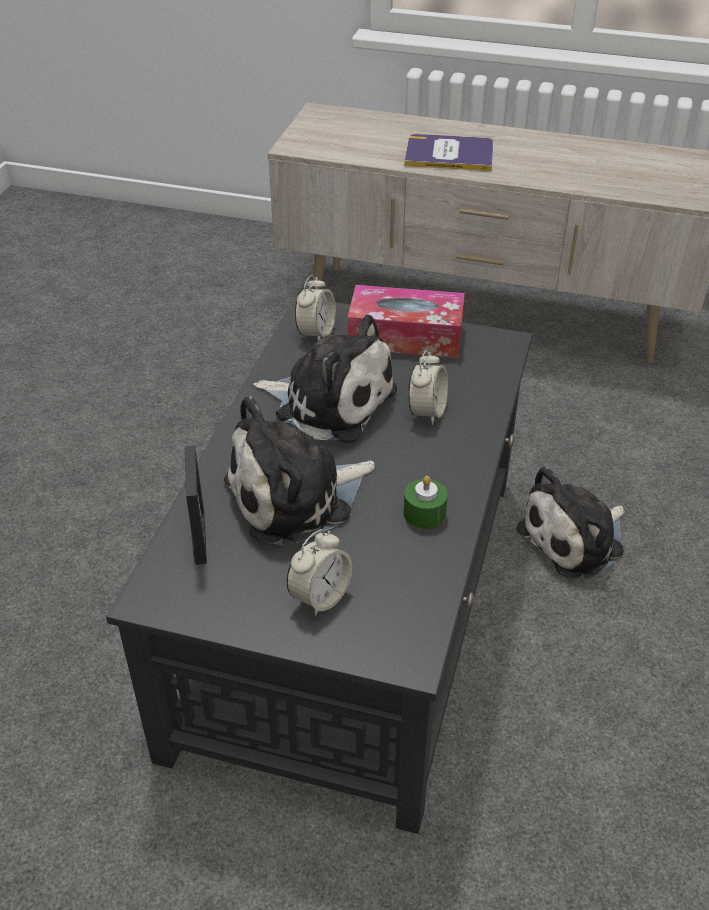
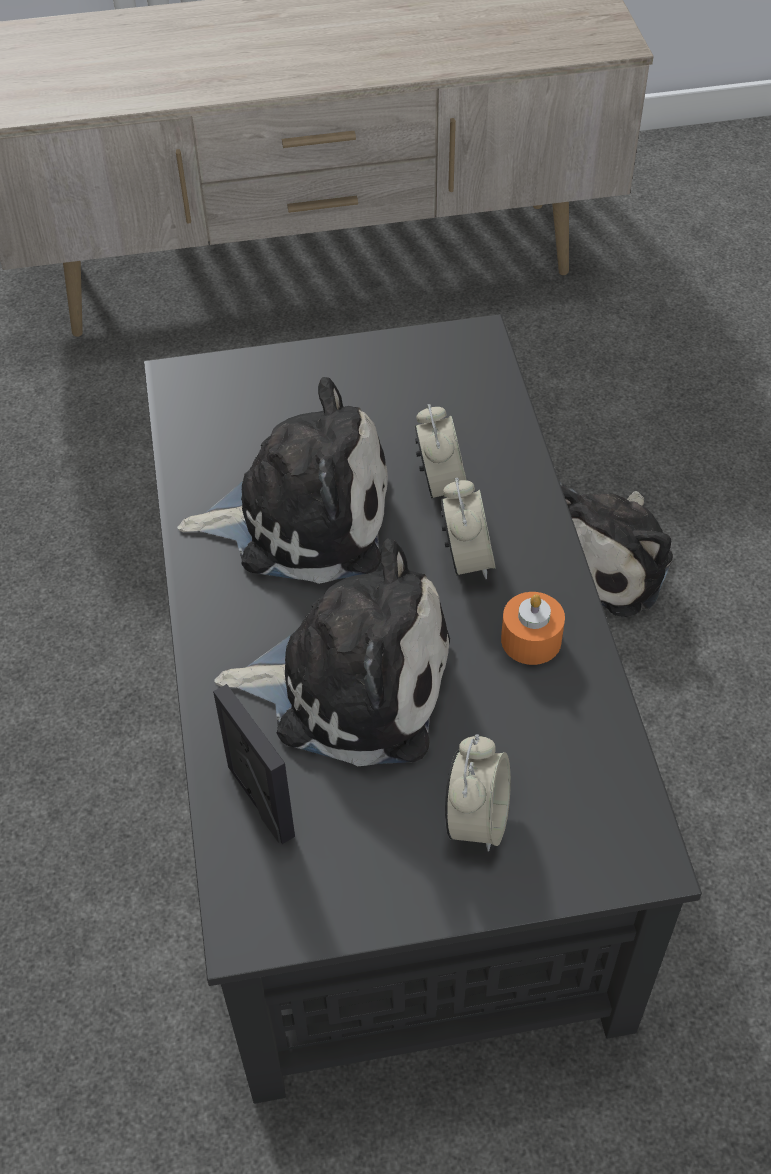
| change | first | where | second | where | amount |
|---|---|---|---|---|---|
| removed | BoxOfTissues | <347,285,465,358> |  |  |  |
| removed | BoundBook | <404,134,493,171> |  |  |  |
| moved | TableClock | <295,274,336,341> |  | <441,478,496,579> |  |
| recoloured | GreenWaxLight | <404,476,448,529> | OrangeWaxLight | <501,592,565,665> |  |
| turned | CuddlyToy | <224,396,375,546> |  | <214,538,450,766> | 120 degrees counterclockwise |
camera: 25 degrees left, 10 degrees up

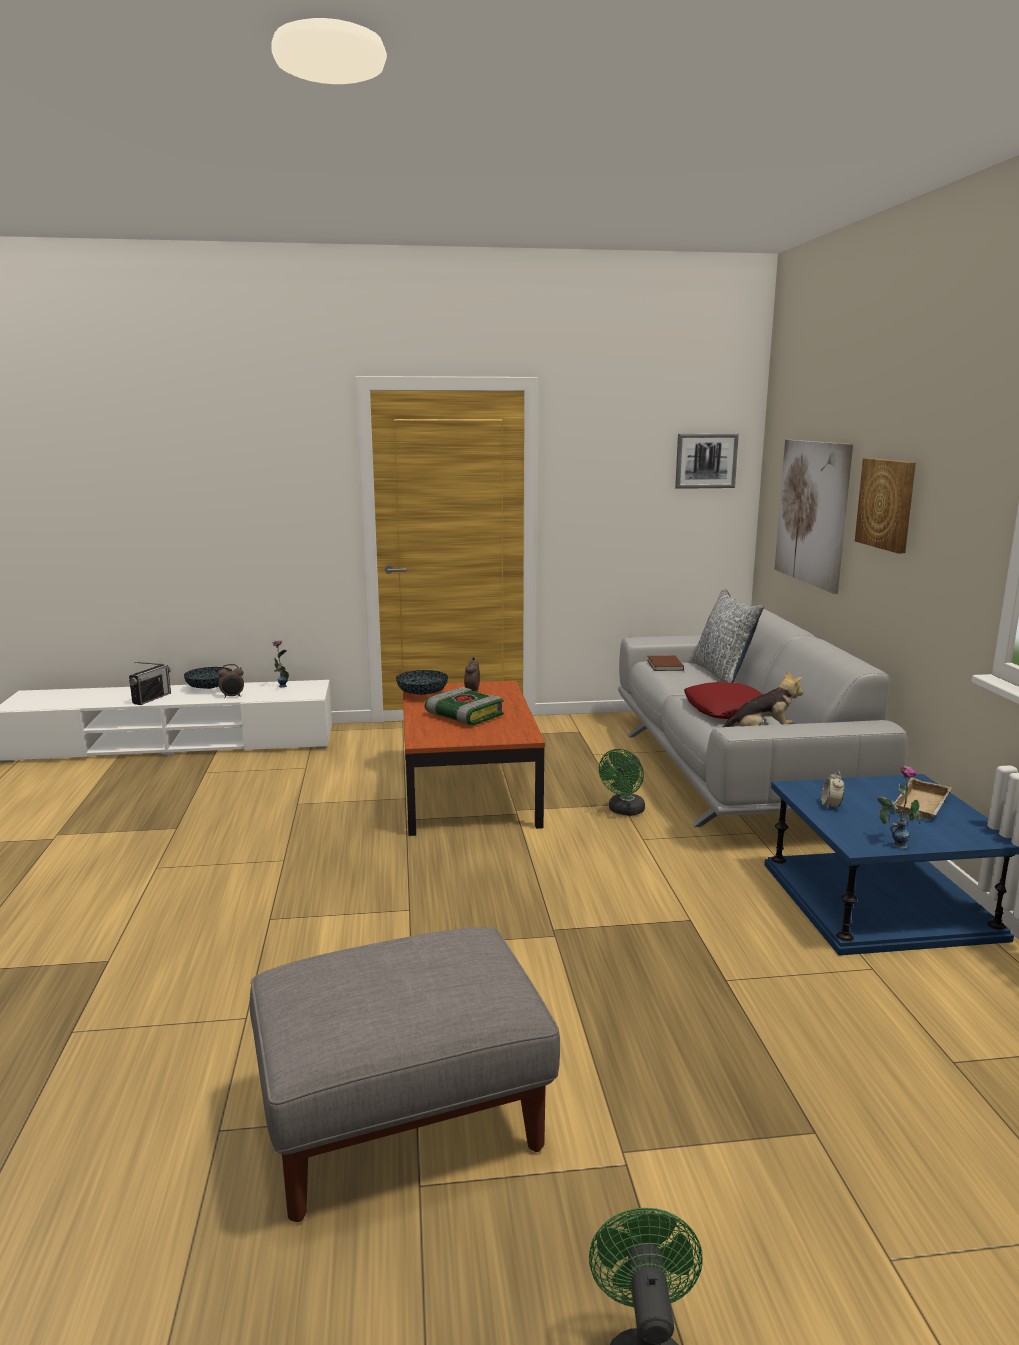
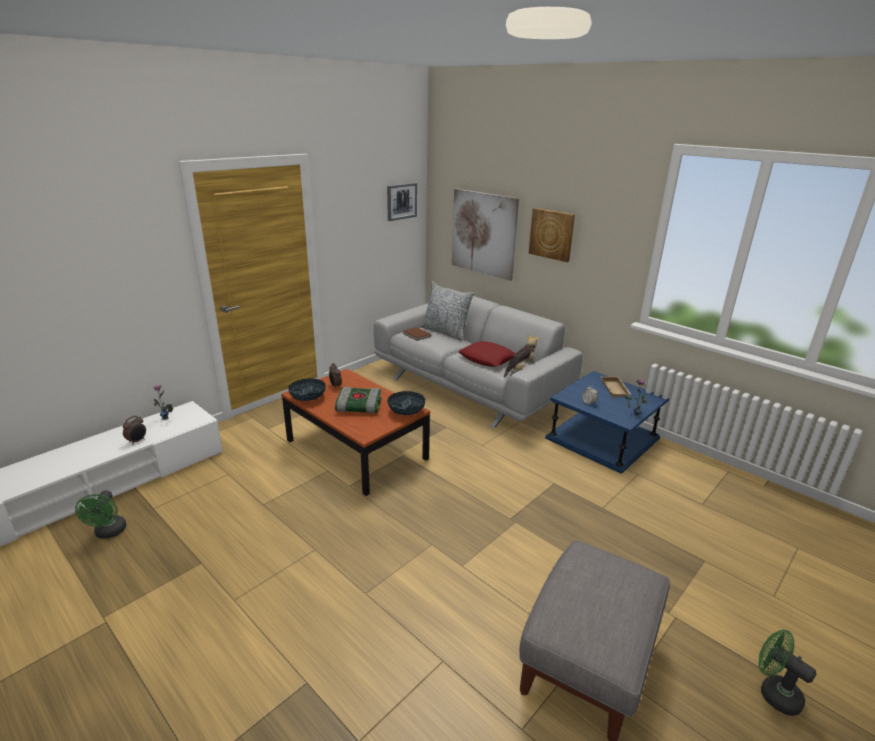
| change | first | where | second | where | amount |
|---|---|---|---|---|---|
| removed | RadioSet | <129,662,171,705> |  |  |  |
| moved | DeepDish | <184,667,232,689> |  | <387,391,425,415> |  |
| moved | GreenElectricFan | <599,749,645,816> |  | <75,490,126,539> |  |
camera: 40 degrees left, 10 degrees up

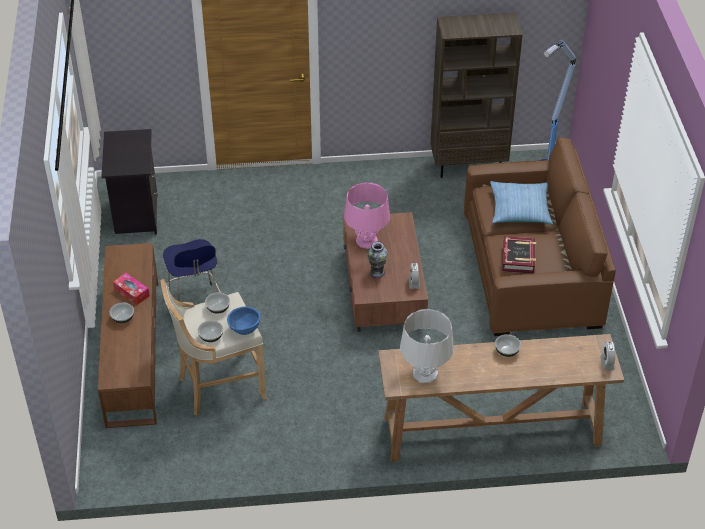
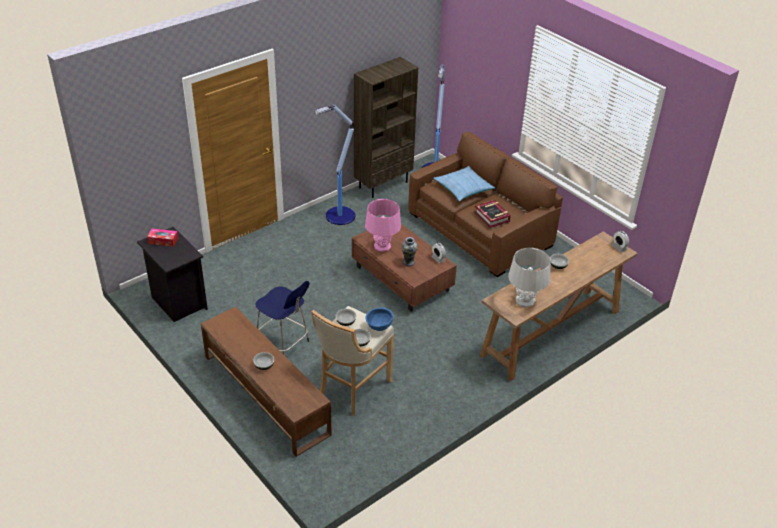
| change | first | where | second | where | amount |
|---|---|---|---|---|---|
| added |  |  | StandingLamp | <315,104,355,225> |  |
| moved | BoxOfTissues | <113,273,150,306> |  | <147,229,178,247> |  |
camera: 35 degrees left, 5 degrees down

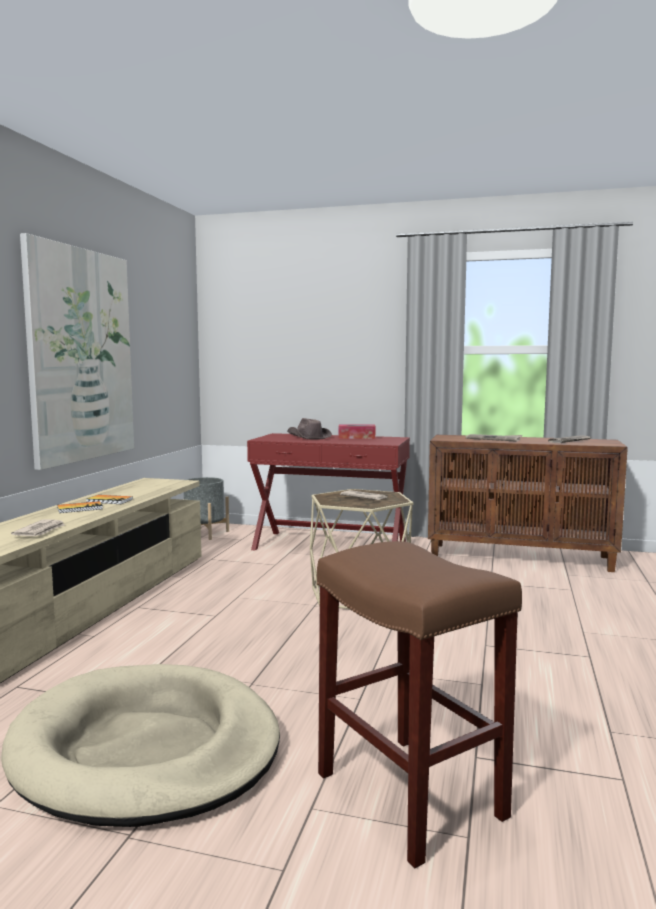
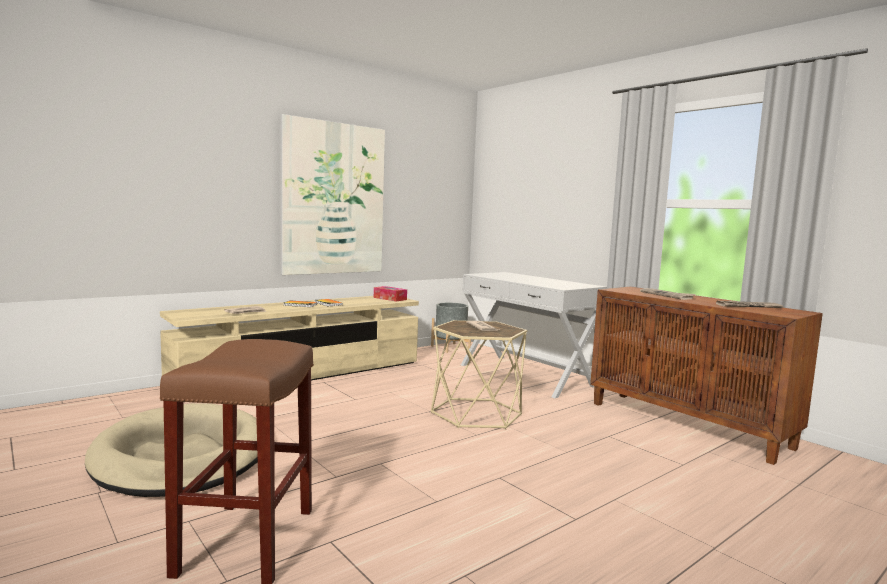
| change | first | where | second | where | amount |
|---|---|---|---|---|---|
| removed | BrownishClothingHat | <287,418,332,440> |  |  |  |
| moved | BoxOfTissues | <339,424,375,439> |  | <374,286,407,301> |  |
| recoloured | RedNarrowTable | <247,433,410,550> | WhitishNarrowTable | <461,272,607,398> |  |
camera: 35 degrees right, 0 degrees up

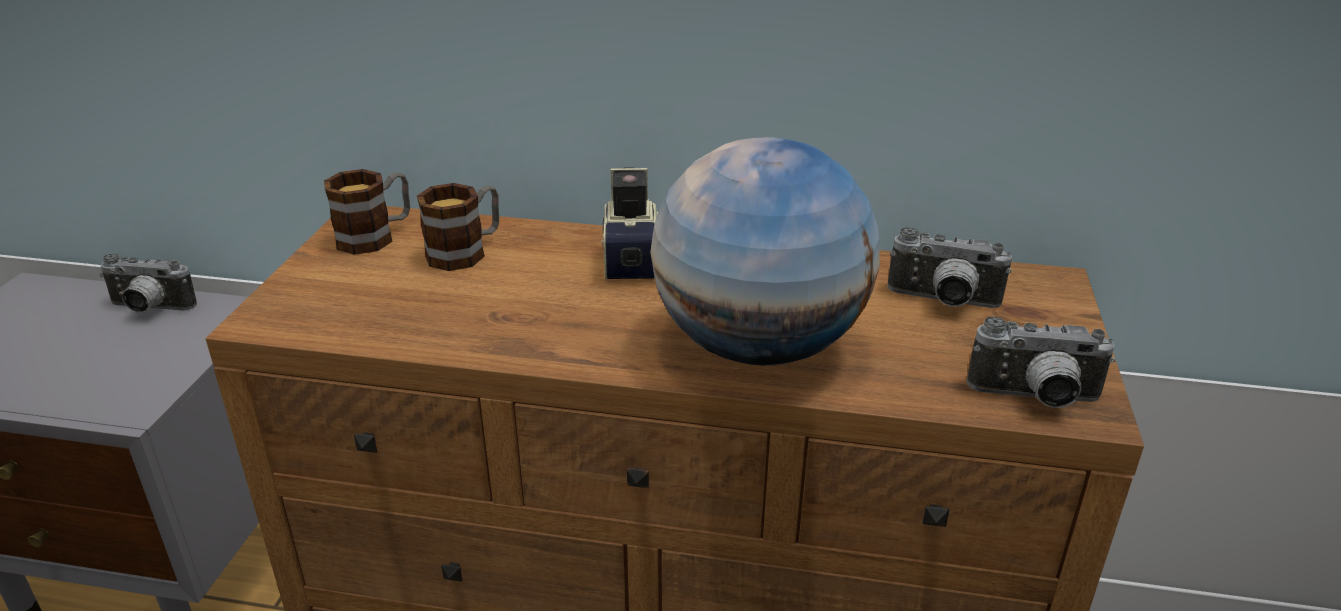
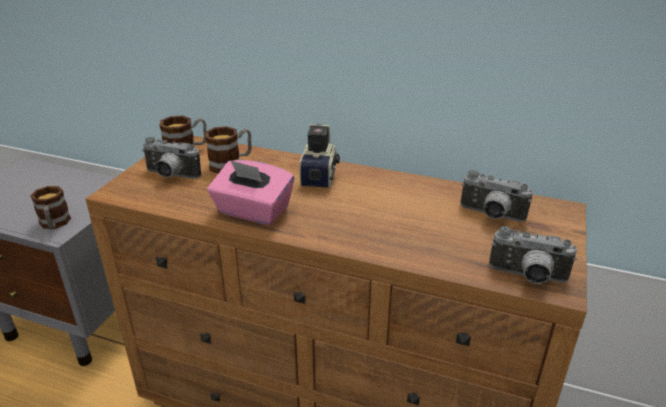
| change | first | where | second | where | amount |
|---|---|---|---|---|---|
| removed | Globe | <650,137,880,366> |  |  |  |
| added |  |  | TeaMug | <30,186,71,230> |  |
| added |  |  | PinkishBoxOfTissues | <207,160,294,225> |  |
| moved | PhotoCamera | <100,253,197,313> |  | <142,137,201,179> |  |
camera: 10 degrees right, 0 degrees up

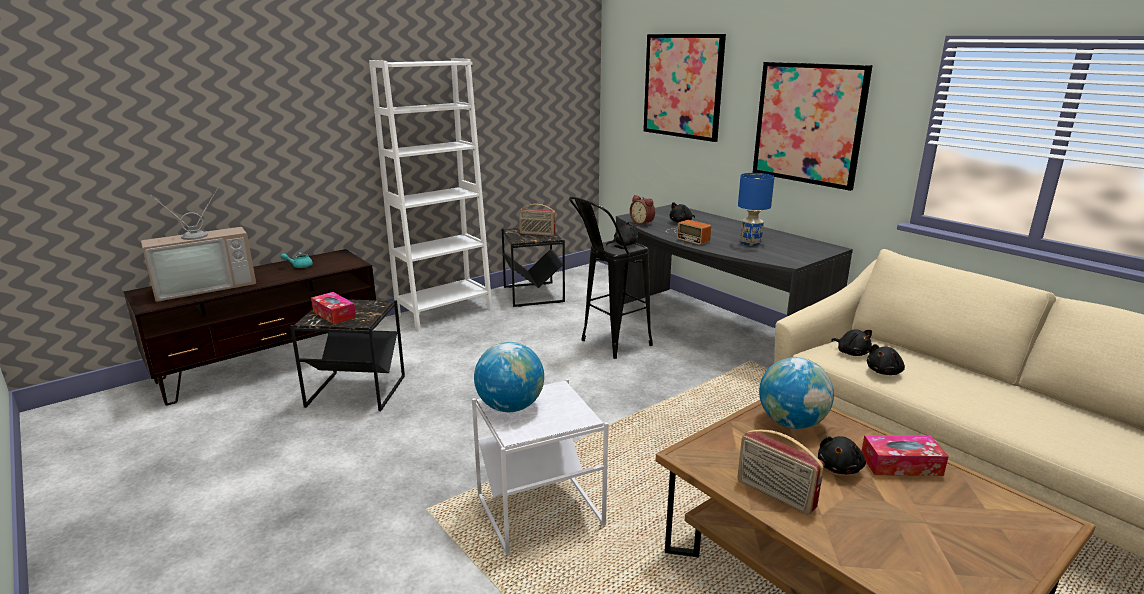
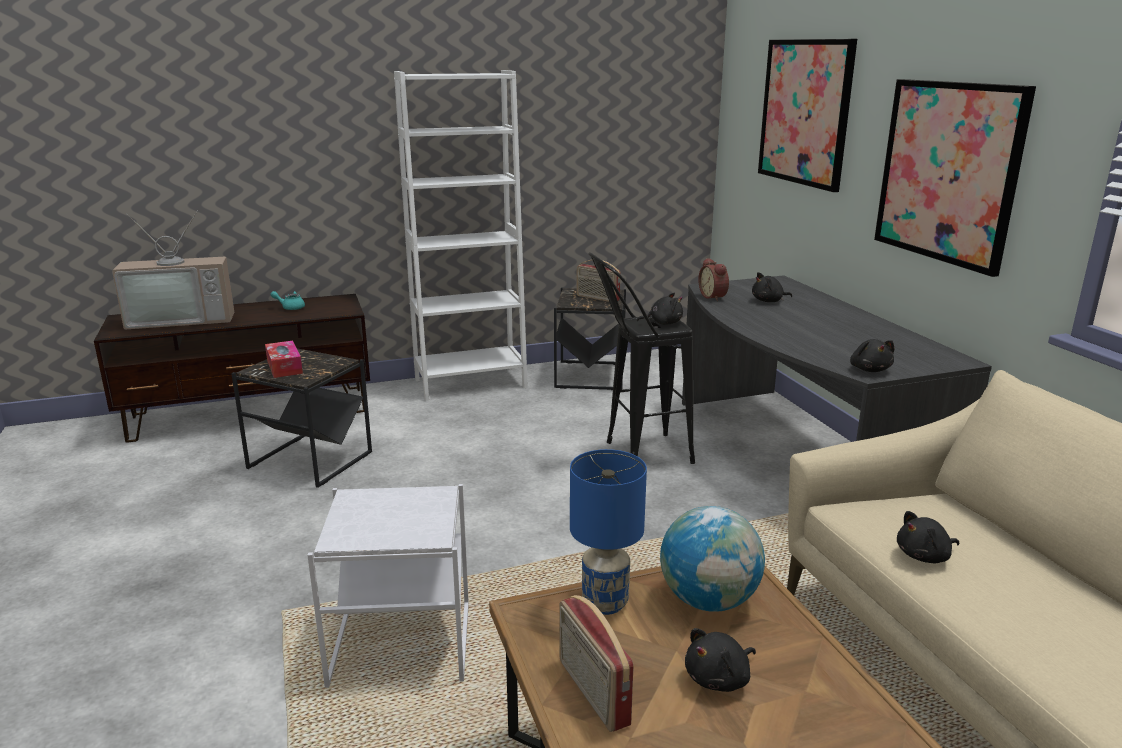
| change | first | where | second | where | amount |
|---|---|---|---|---|---|
| removed | Globe | <474,342,544,412> |  |  |  |
| removed | RadioSet | <666,220,711,245> |  |  |  |
| removed | BoxOfTissues | <861,435,949,476> |  |  |  |
| moved | BluishLampForATable | <738,173,774,246> |  | <570,449,647,615> |  |
| moved | BlackCuddlyToy | <831,330,872,356> |  | <850,339,894,372> |  |
camera: 20 degrees right, 0 degrees up

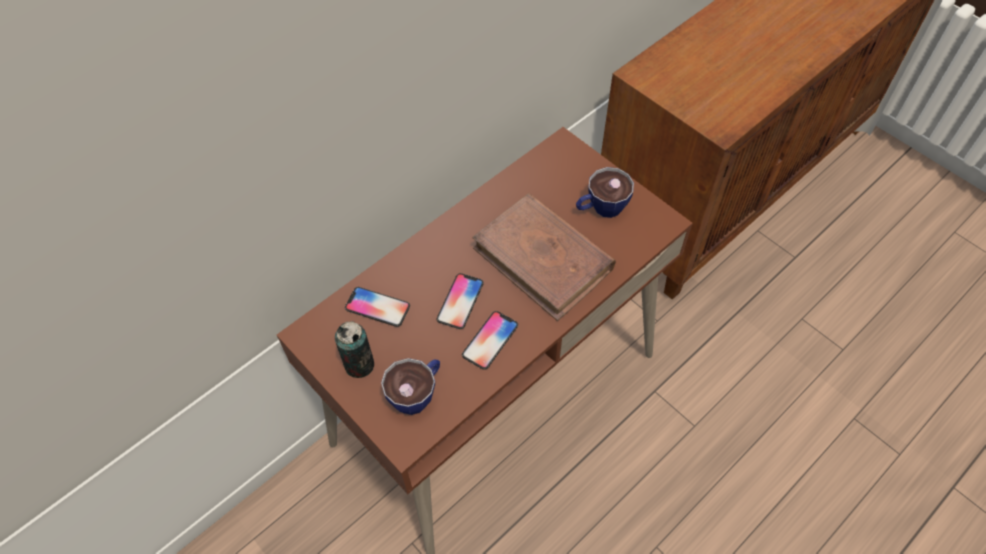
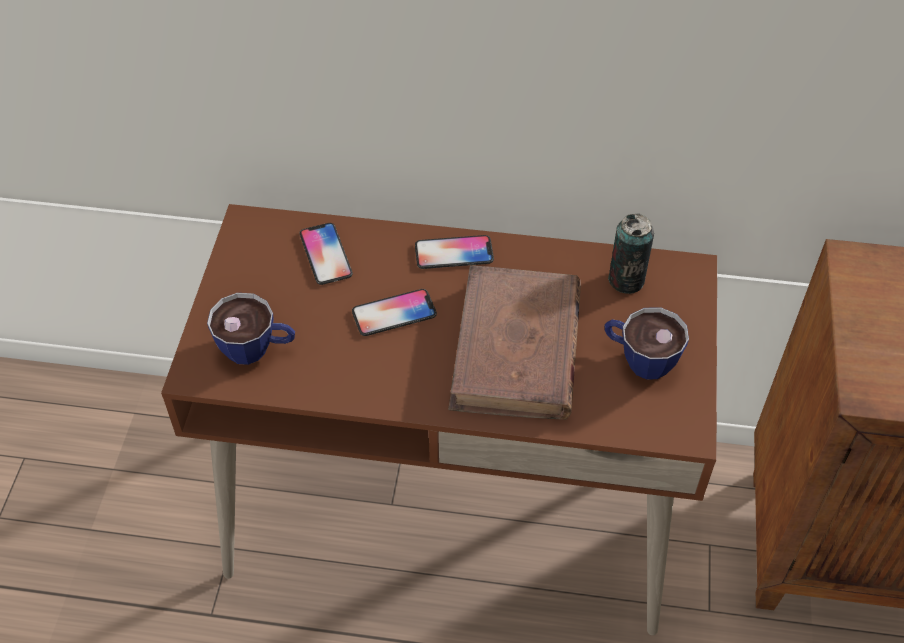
| change | first | where | second | where | amount |
|---|---|---|---|---|---|
| moved | SealedCan | <335,321,374,378> |  | <608,214,654,294> |  |
| moved | Phone | <462,311,518,370> |  | <415,235,494,269> |  |
camera: 50 degrees right, 5 degrees down

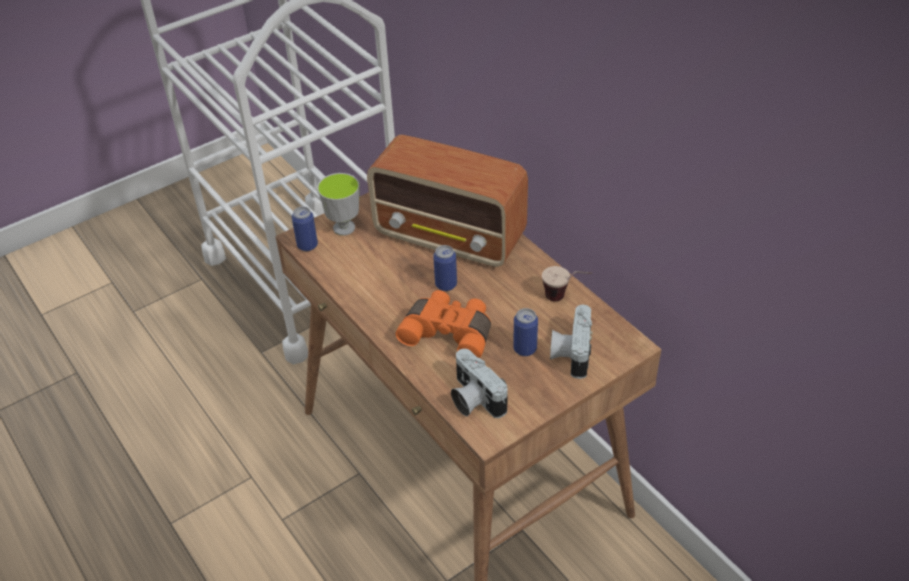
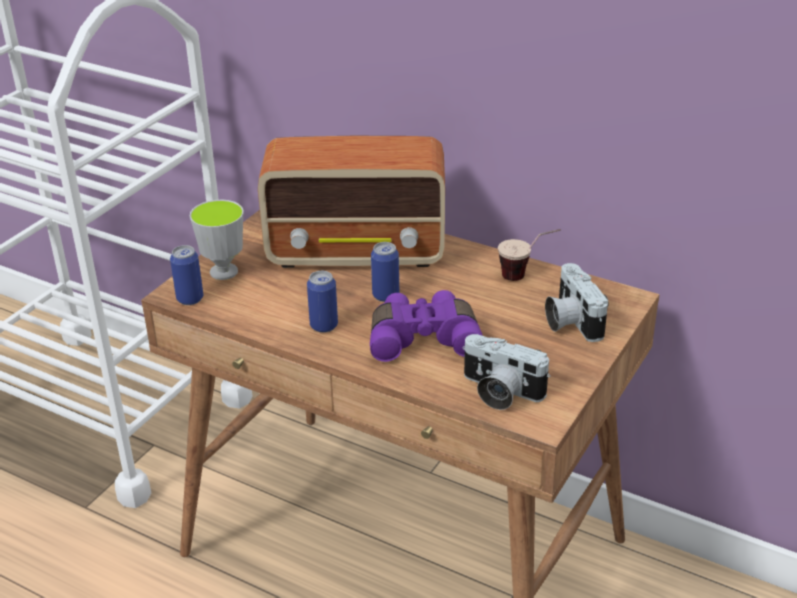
| change | first | where | second | where | amount |
|---|---|---|---|---|---|
| moved | SealedCan | <513,308,538,356> |  | <307,271,338,333> |  |
| recoloured | OrangeBinoculars | <395,290,491,358> | PurpleColouredBinoculars | <370,290,483,362> |  |
camera: 25 degrees left, 10 degrees down

